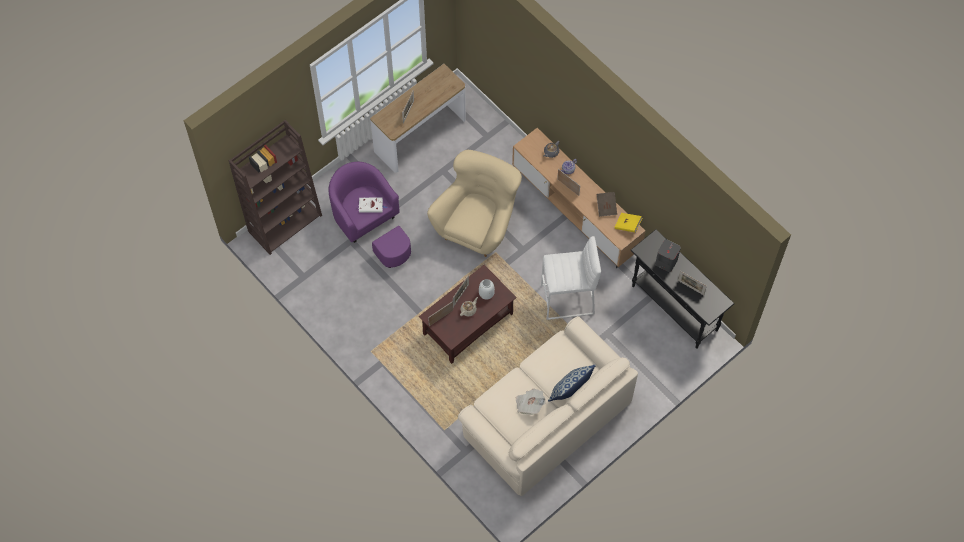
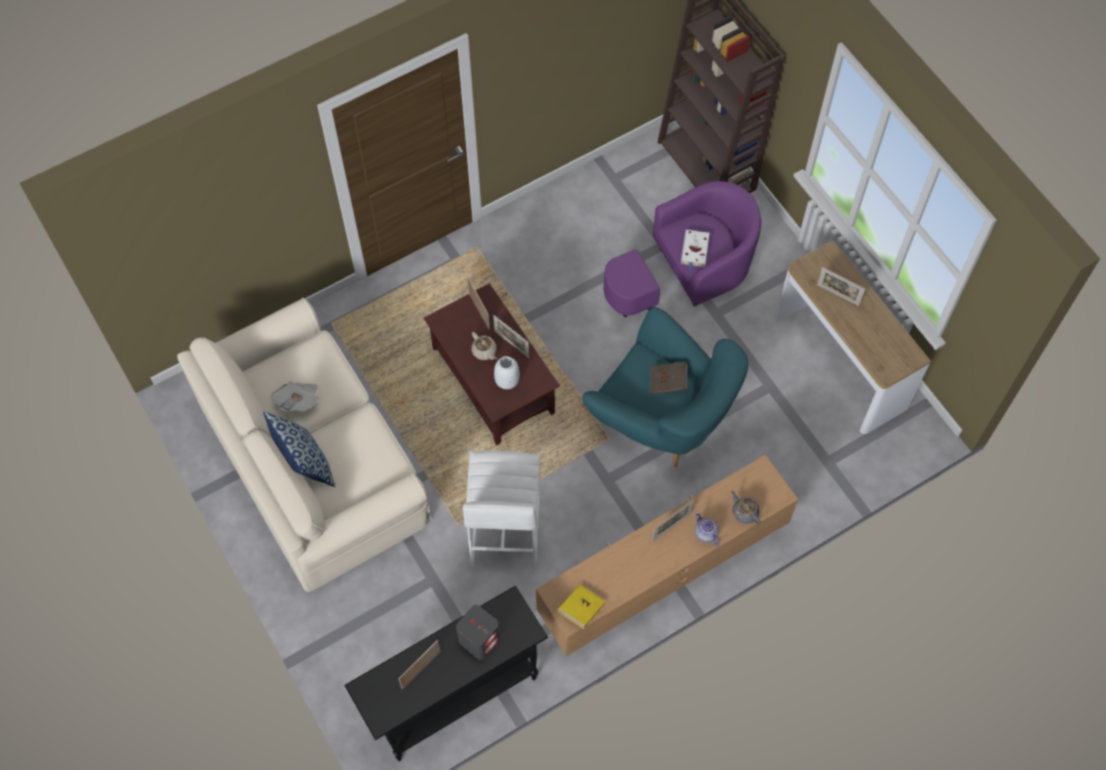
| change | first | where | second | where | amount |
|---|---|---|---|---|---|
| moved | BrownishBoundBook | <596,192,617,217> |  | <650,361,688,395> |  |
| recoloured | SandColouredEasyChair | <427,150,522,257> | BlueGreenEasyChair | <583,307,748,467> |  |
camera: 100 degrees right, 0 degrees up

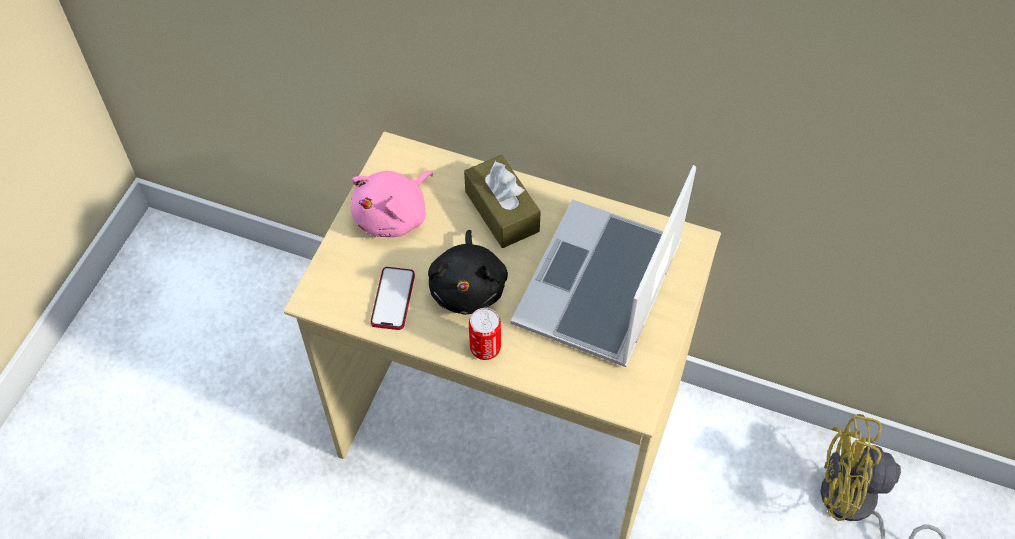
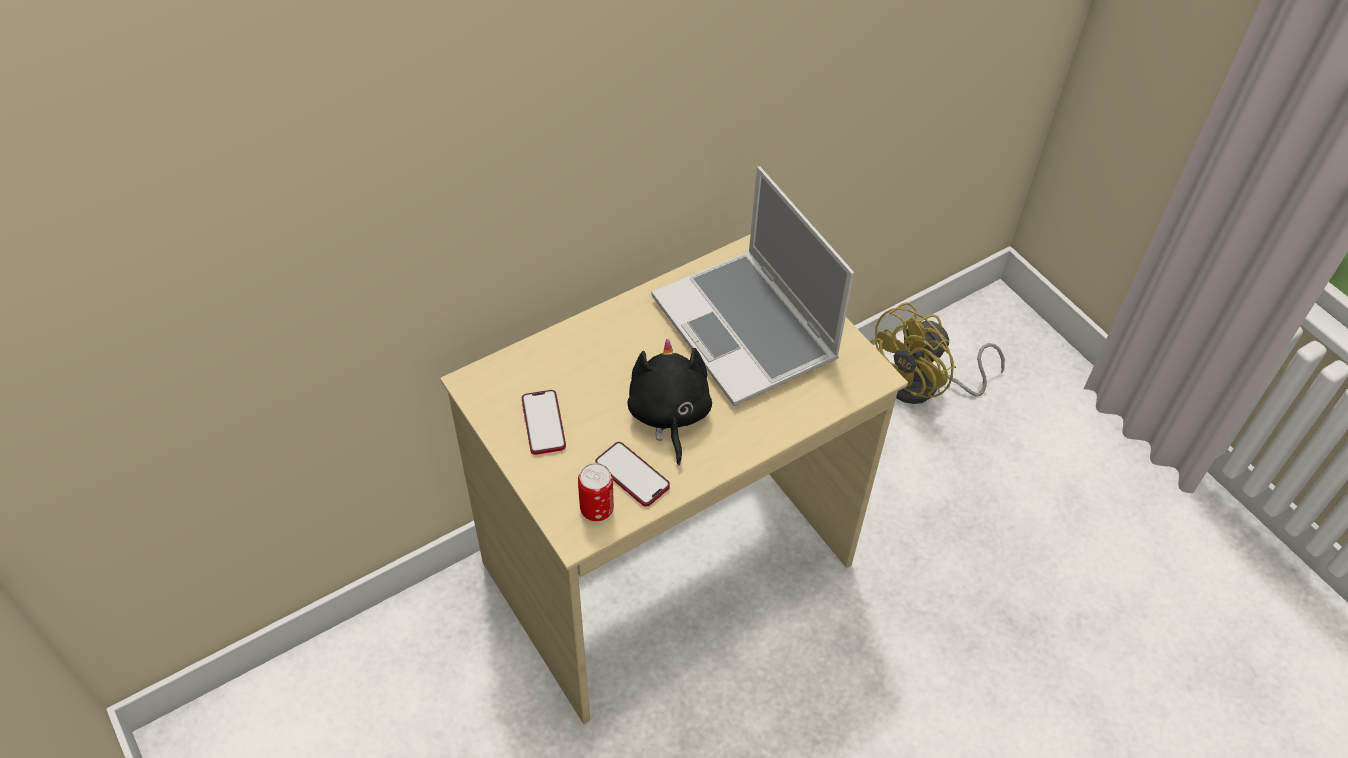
| change | first | where | second | where | amount |
|---|---|---|---|---|---|
| removed | BrownishBoxOfTissues | <464,155,541,248> |  |  |  |
| moved | SealedCan | <469,308,501,360> |  | <578,463,614,521> |  |
| replaced | PinkishCuddlyToy | <351,171,433,237> | Phone | <522,390,566,455> |  |
| turned | BlackCuddlyToy | <428,230,508,315> |  | <628,339,712,465> | 135 degrees counterclockwise |
camera: 55 degrees left, 5 degrees down

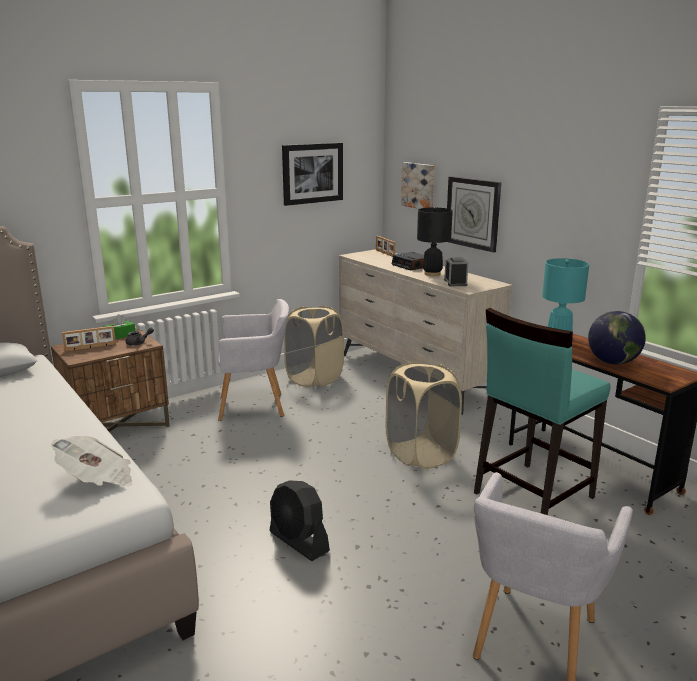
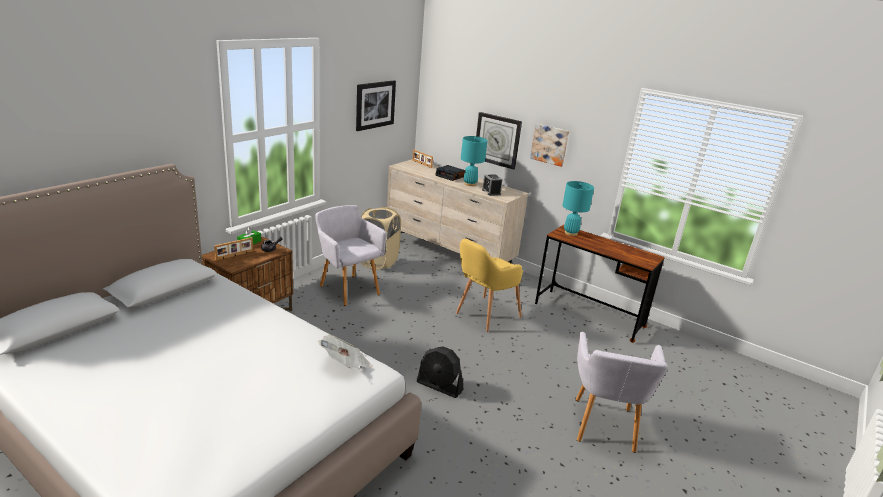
| change | first | where | second | where | amount |
|---|---|---|---|---|---|
| removed | BlueGreenStoolSeat | <474,308,610,515> |  |  |  |
| removed | Globe | <588,311,646,364> |  |  |  |
| moved | WallArt | <401,162,435,209> |  | <530,124,569,167> |  |
| replaced | SandColouredHamper | <386,362,462,469> | YellowEasyChair | <456,239,523,332> |  |
| recoloured | BlackLampForATable | <417,207,453,276> | BlueGreenLampForATable | <461,136,488,186> |  |
| turned | GrayEasyChair | <218,299,289,421> |  | <315,205,387,306> | 105 degrees counterclockwise |
camera: 20 degrees left, 5 degrees up

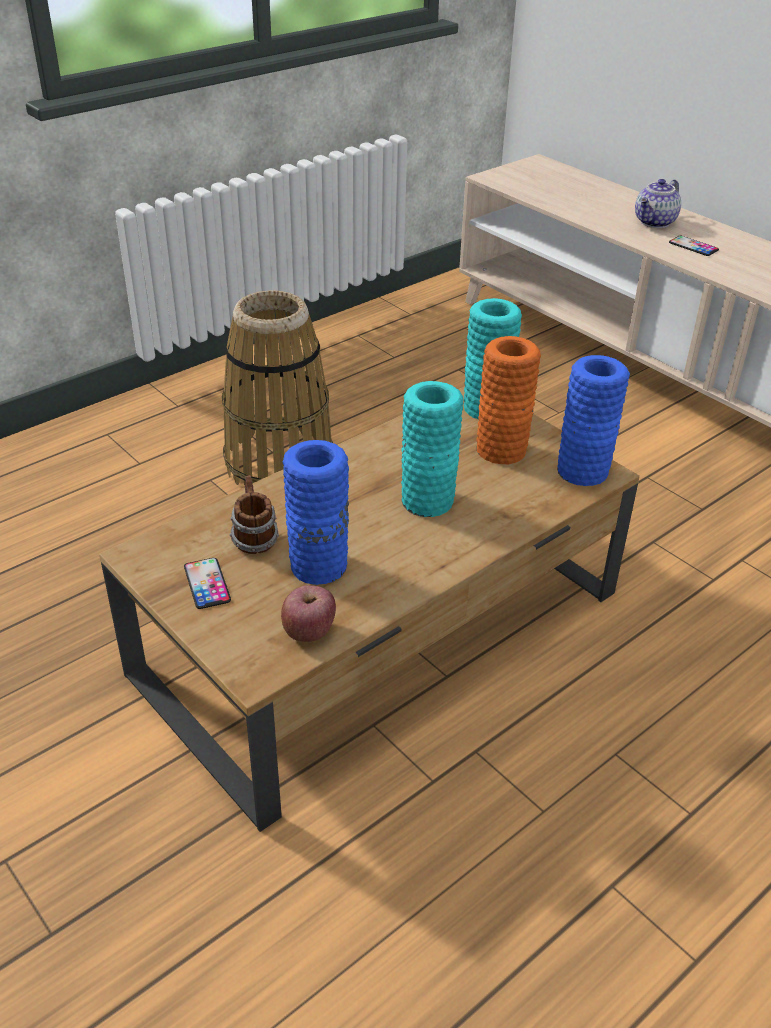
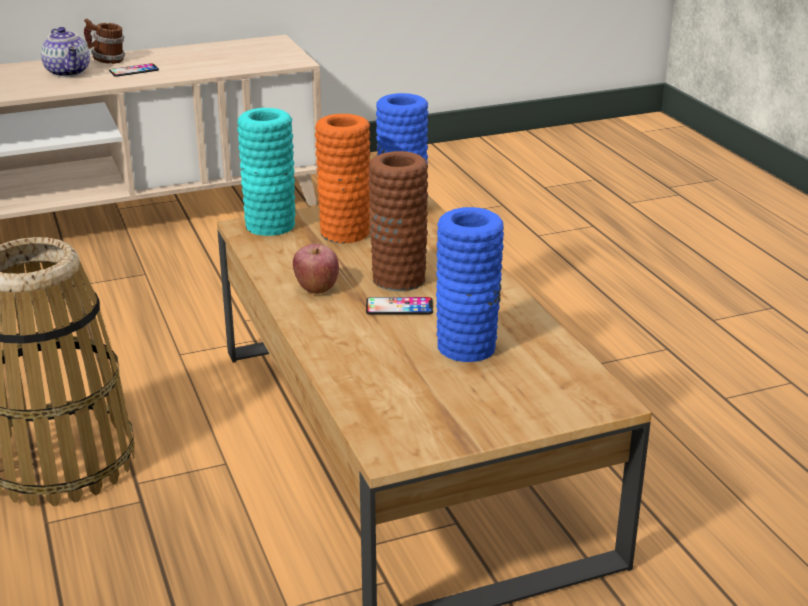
| change | first | where | second | where | amount |
|---|---|---|---|---|---|
| moved | Phone | <184,558,231,609> |  | <366,297,433,315> |  |
| moved | TeaMug | <230,475,279,554> |  | <84,19,125,64> |  |
| moved | WholeApple | <281,585,336,642> |  | <293,244,339,294> |  |
| recoloured | BlueGreenVase | <401,381,463,517> | BrownishVase | <369,151,428,291> |  |
camera: 70 degrees left, 10 degrees down

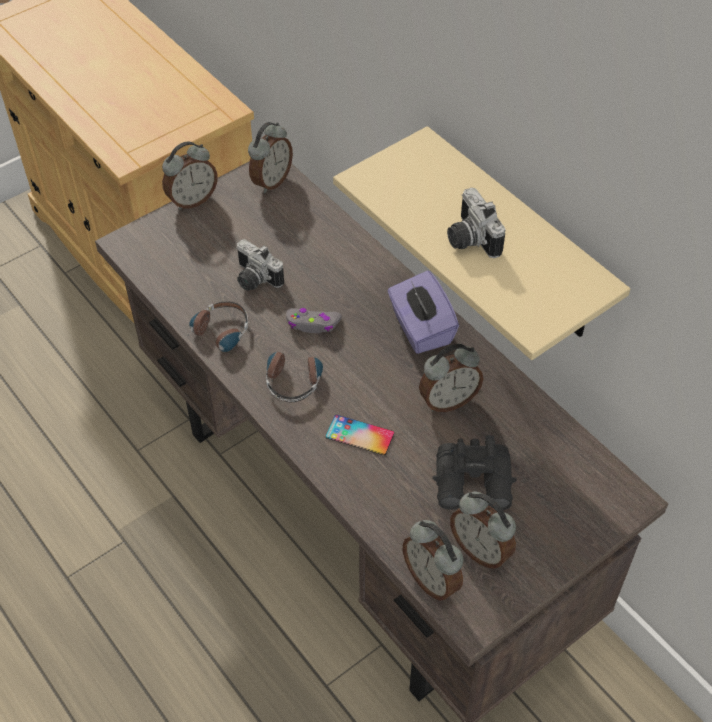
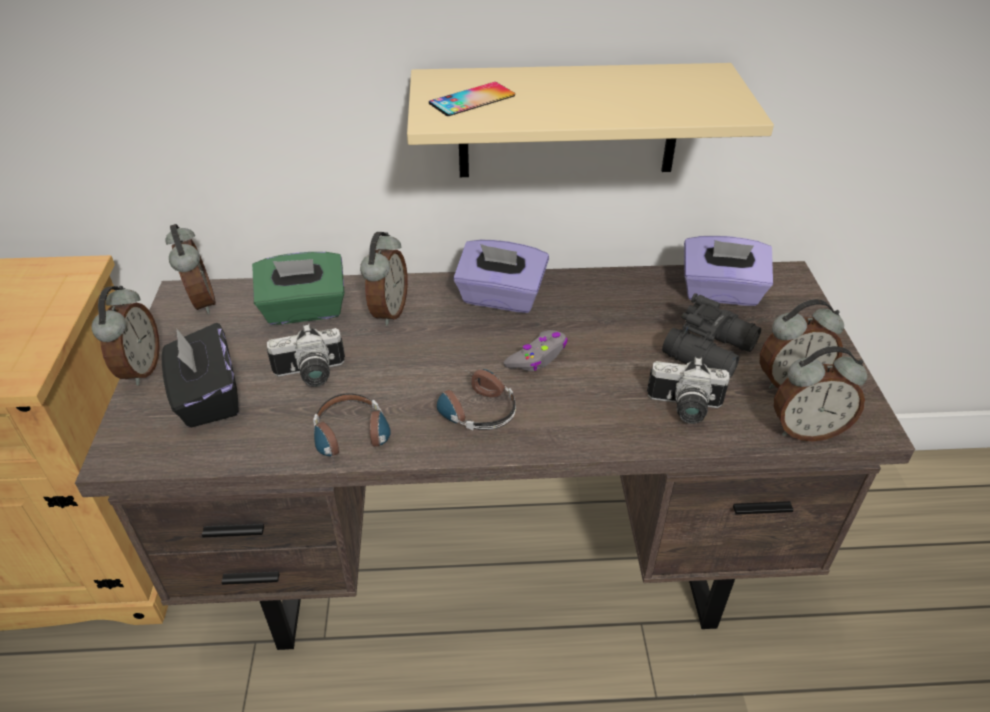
| change | first | where | second | where | amount |
|---|---|---|---|---|---|
| added |  |  | BlackBoxOfTissues | <161,323,239,427> |  |
| added |  |  | GreenBoxOfTissues | <252,252,345,325> |  |
| added |  |  | PurpleColouredBoxOfTissues | <684,236,773,306> |  |
| moved | GrayJoypad | <286,308,342,333> |  | <503,330,568,371> |  |
| moved | Phone | <326,415,394,455> |  | <429,82,515,116> |  |
| moved | TableClock | <419,344,483,412> |  | <360,232,408,326> |  |
| moved | PhotoCamera | <447,188,506,258> |  | <647,357,730,424> |  |
camera: 55 degrees left, 10 degrees down

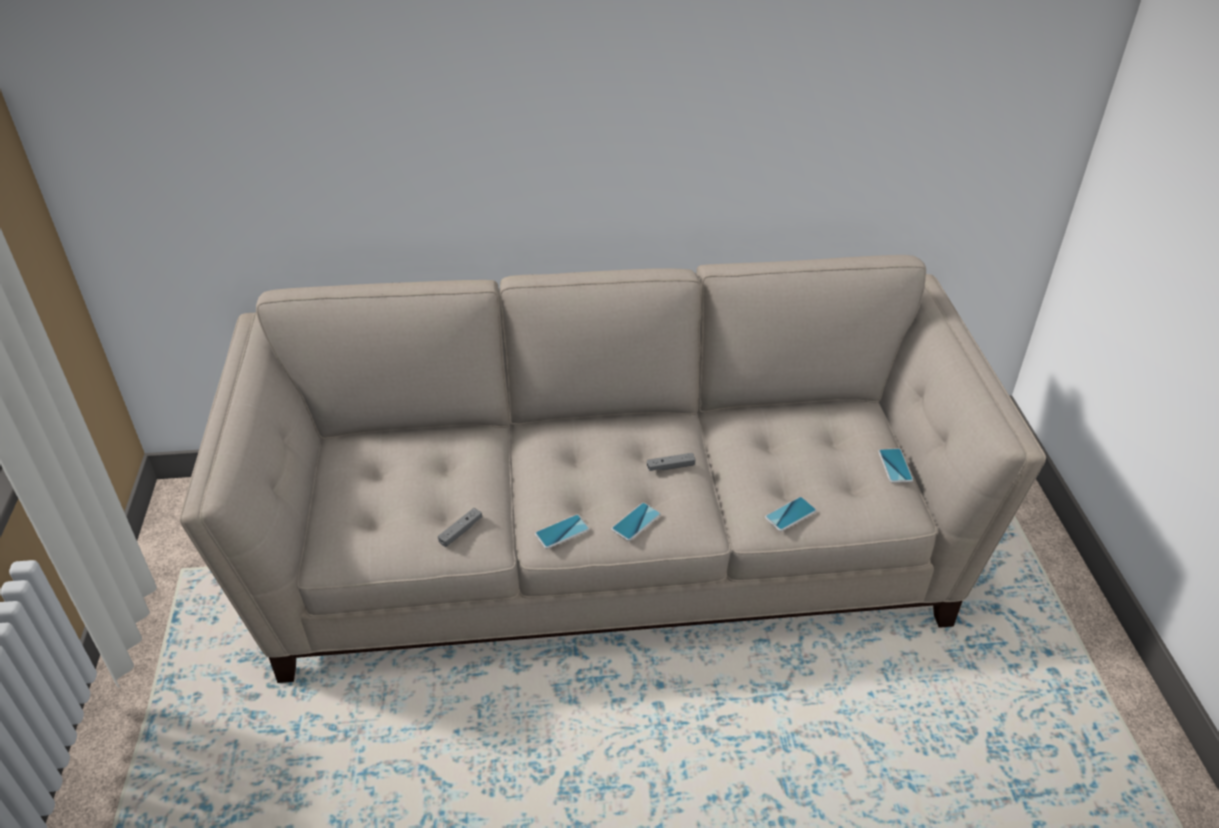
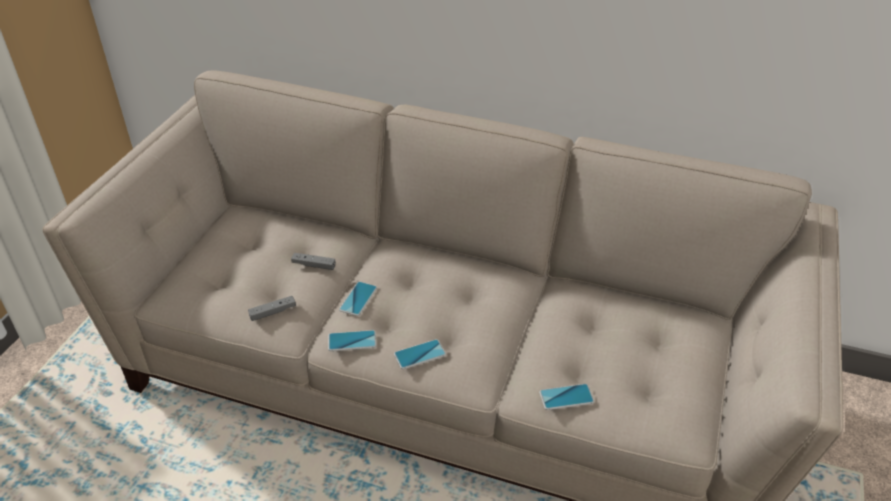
| change | first | where | second | where | amount |
|---|---|---|---|---|---|
| moved | GrayJoypad | <647,453,696,471> |  | <291,253,335,270> |  |
| moved | Phone | <878,448,913,483> |  | <339,281,377,316> |  |
camera: 25 degrees right, 0 degrees up

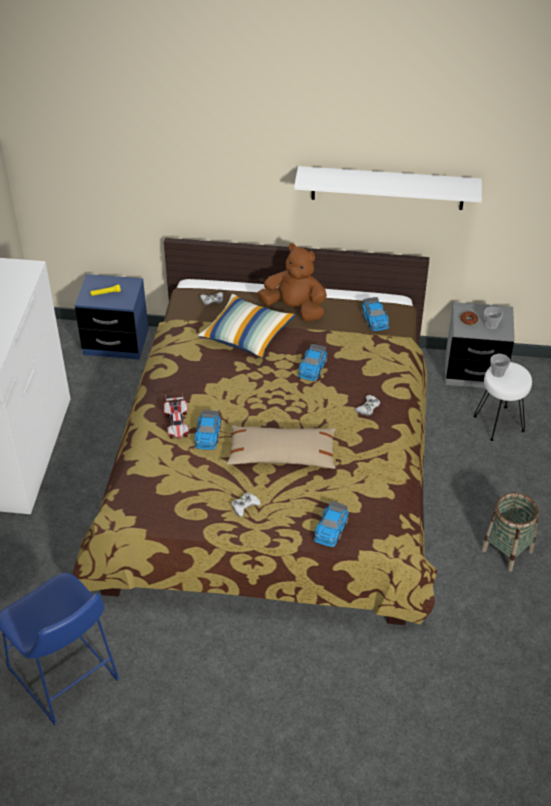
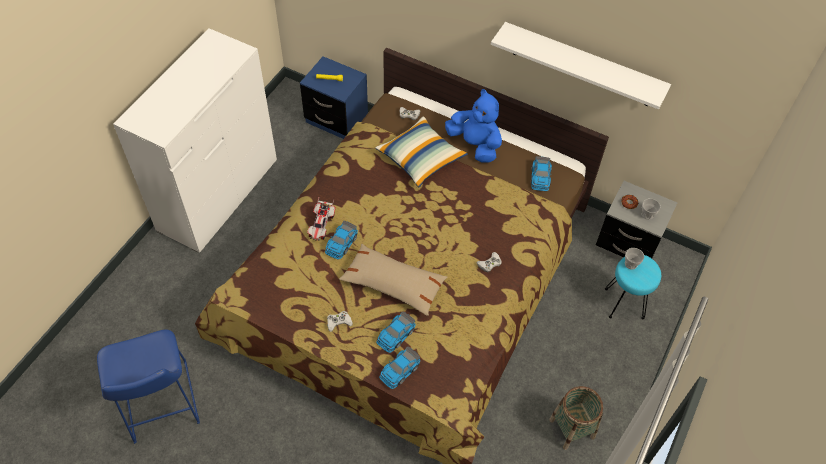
| change | first | where | second | where | amount |
|---|---|---|---|---|---|
| moved | MiniatureCar | <298,344,327,381> |  | <376,311,415,353> |  |
| recoloured | BrownishCuddlyToy | <257,244,327,322> | BluishCuddlyToy | <445,89,502,163> |  |
| recoloured | WhitishStoolSeat | <473,362,532,441> | BlueGreenStoolSeat | <605,255,661,319> |  |
camera: 20 degrees right, 10 degrees up

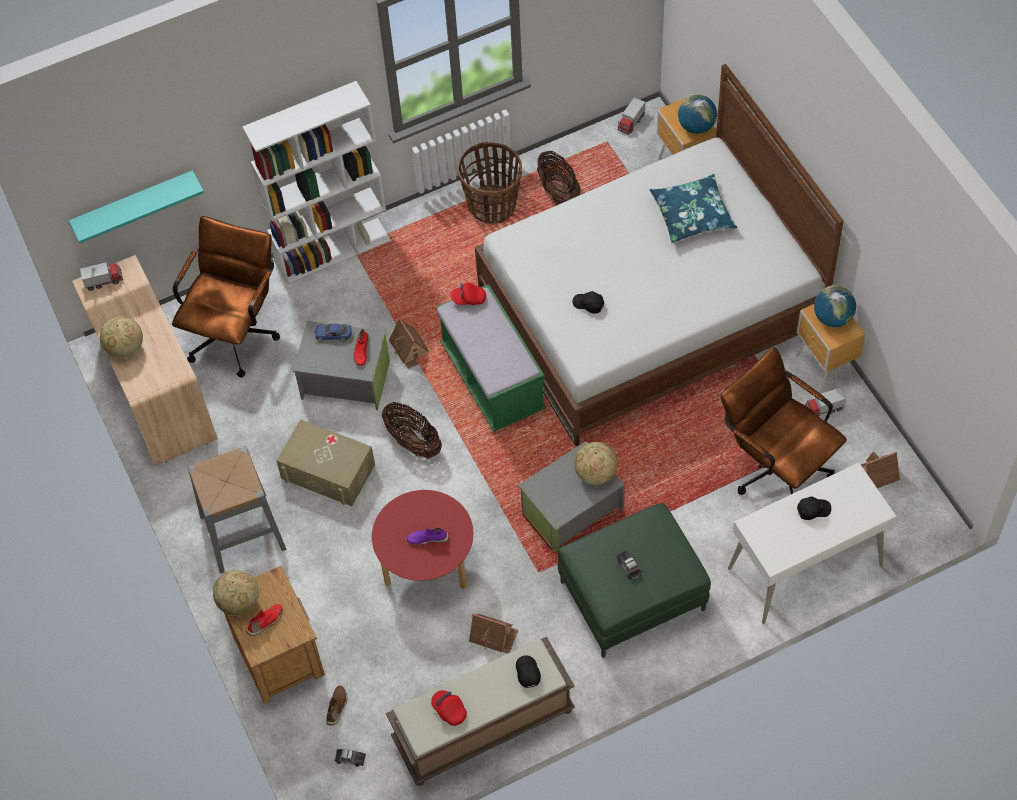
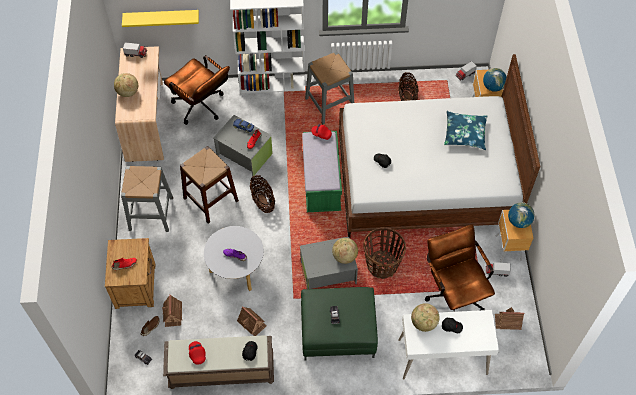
| change | first | where | second | where | amount |
|---|---|---|---|---|---|
| added |  |  | GrayStoolSeat | <305,52,354,124> |  |
| moved | Globe | <213,570,259,615> |  | <411,303,440,332> |  |
| moved | ModelHouse | <389,317,429,369> |  | <162,294,182,327> |  |
| moved | StorageBasket | <458,142,522,224> |  | <364,227,406,279> |  |
| replaced | SandColouredStorageBin | <276,419,375,506> | BrownishStoolSeat | <180,146,239,224> |  |
| recoloured | BlueGreenShelf | <69,170,204,244> | YellowShelf | <122,10,199,27> |  |
| recoloured | RedCoffeeTable | <372,490,473,589> | GrayCoffeeTable | <204,226,264,291> |  |
| turned | BrownishOfficeChair | <172,216,280,377> |  | <164,55,230,125> | 90 degrees clockwise |
camera: 20 degrees right, 0 degrees up

